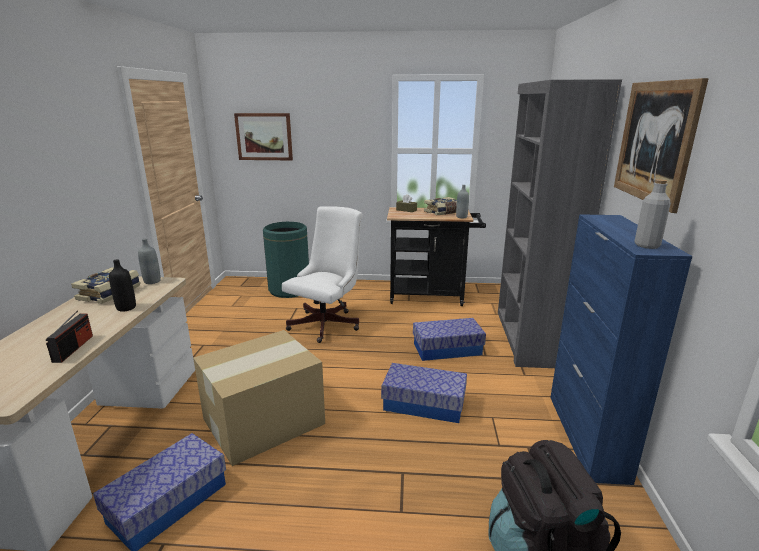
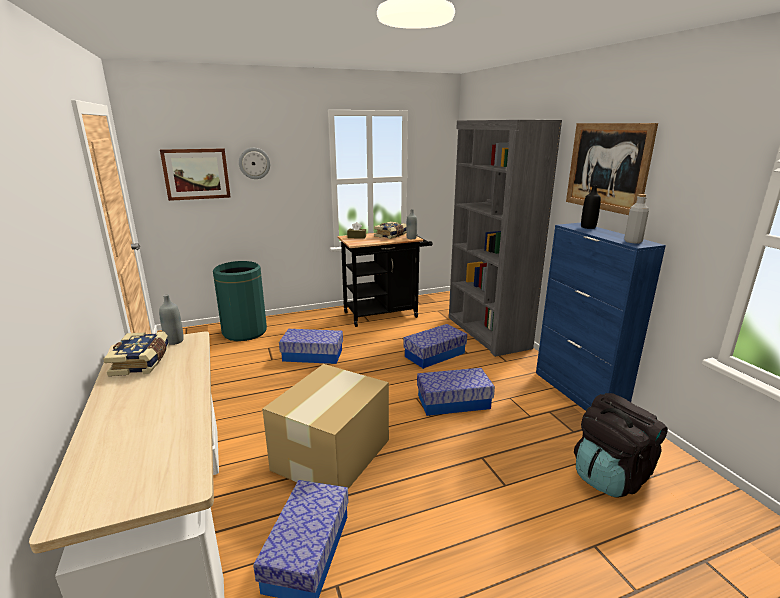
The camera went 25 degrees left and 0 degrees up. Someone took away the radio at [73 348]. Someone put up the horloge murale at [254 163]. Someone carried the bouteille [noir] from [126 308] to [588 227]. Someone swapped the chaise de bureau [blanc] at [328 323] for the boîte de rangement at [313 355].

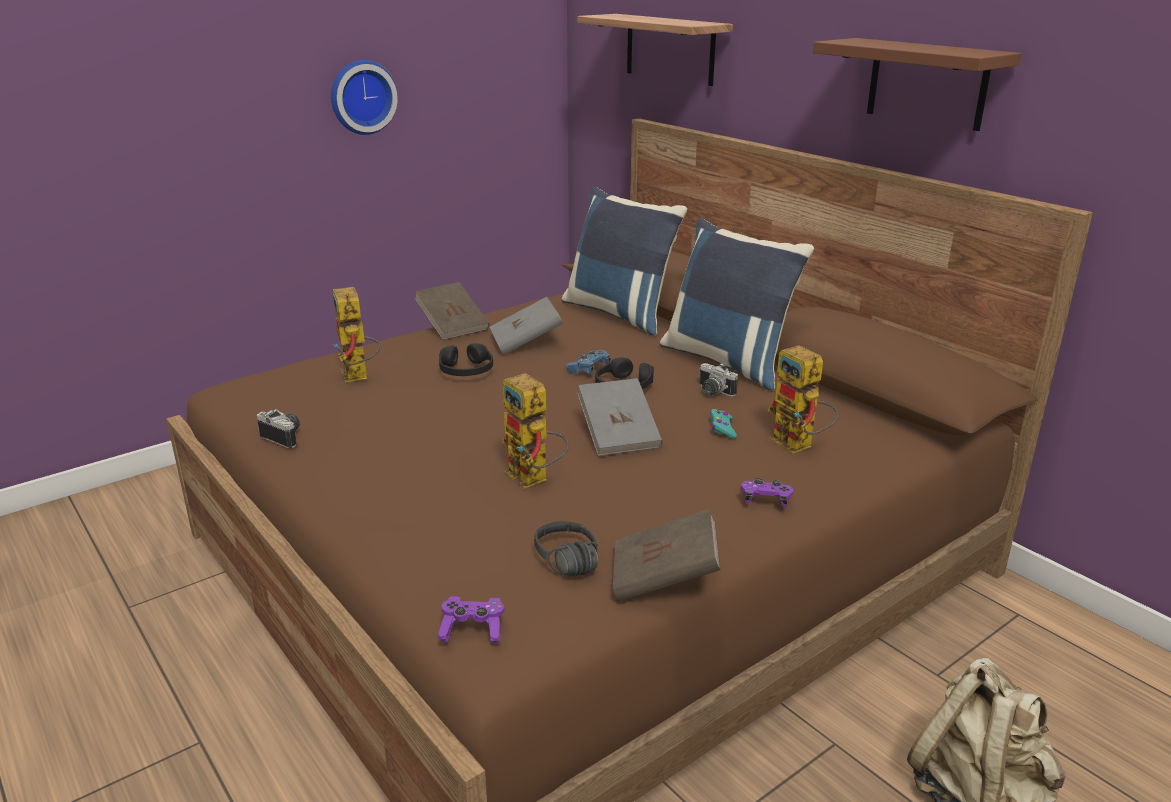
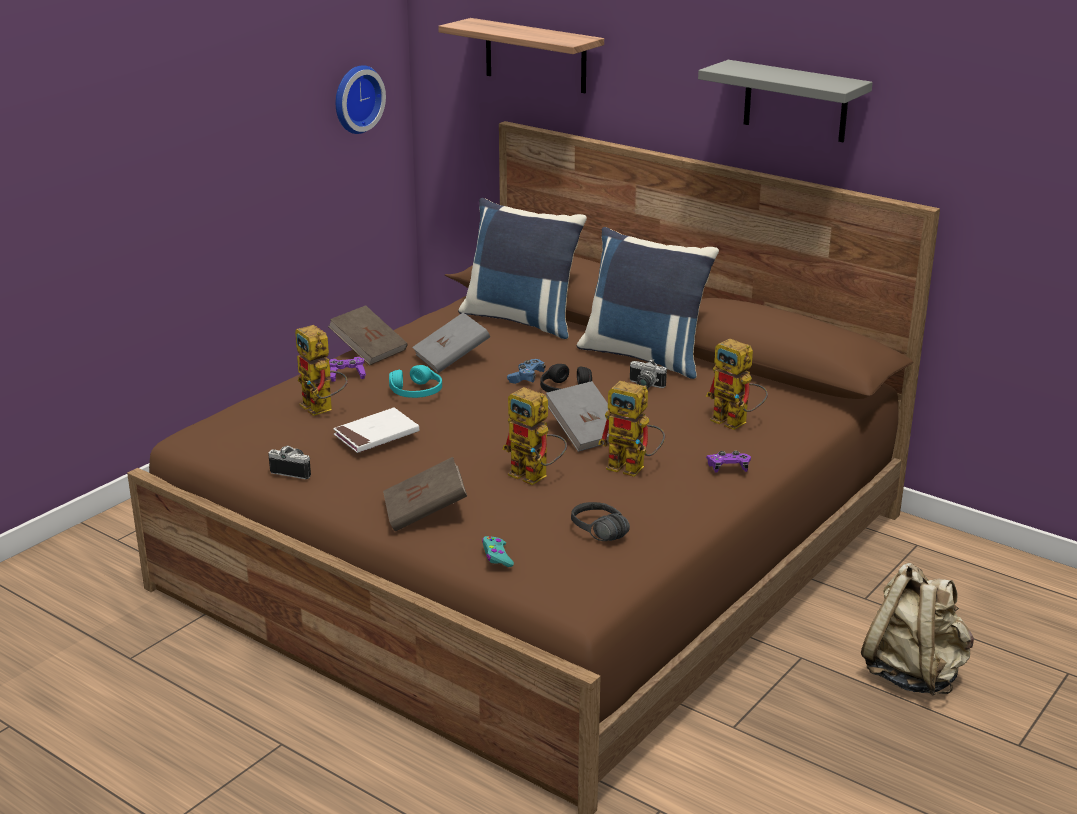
The camera went 15 degrees left and 0 degrees up. Someone put down the livre [blanc] at [376 434]. Someone put down the robot jouet at [634 468]. Someone carried the horloge murale from [361 97] to [355 98]. Someone carried the manette [violet] from [472 630] to [347 375]. Someone carried the livre [marron] from [664 578] to [425 513]. Someone carried the manette [turquoise] from [722 428] to [497 556]. Someone repainted the casque audio [noir] at [466 371], which became the casque audio [turquoise] at [416 392]. Someone repainted the étagère [marron] at [927 83], which became the étagère [gris] at [795 101].

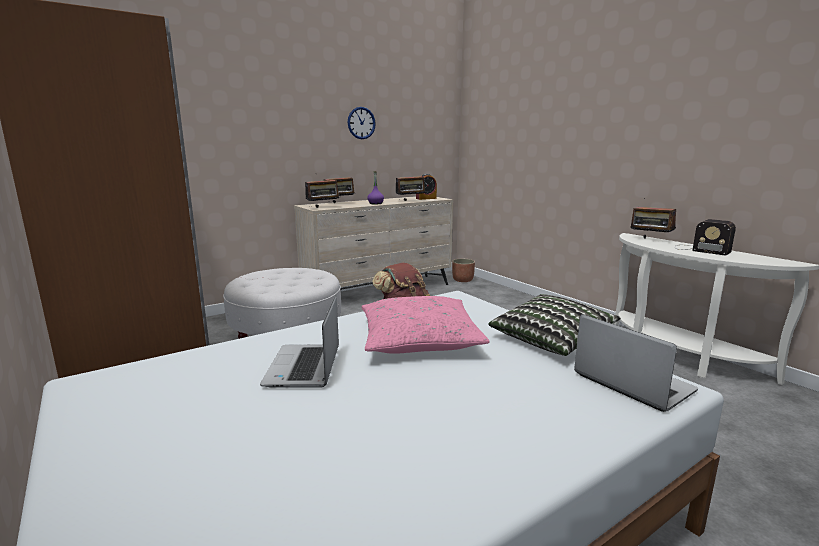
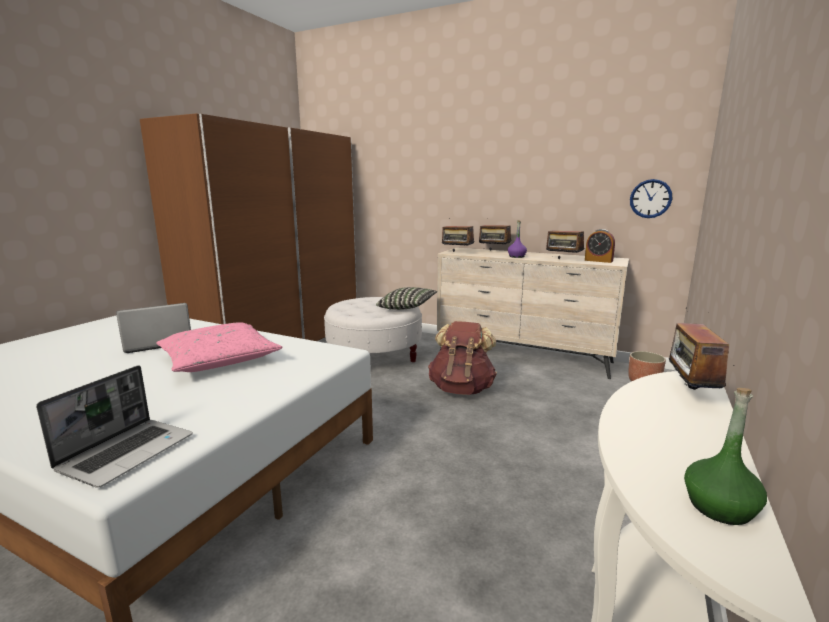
The camera went 60 degrees right and 0 degrees up. Someone took away the radio at [699 249]. Someone put down the bouteille [vert] at [719 507]. Someone carried the horloge murale from [361 123] to [650 198]. Someone carried the coussin from [551 339] to [407 308].

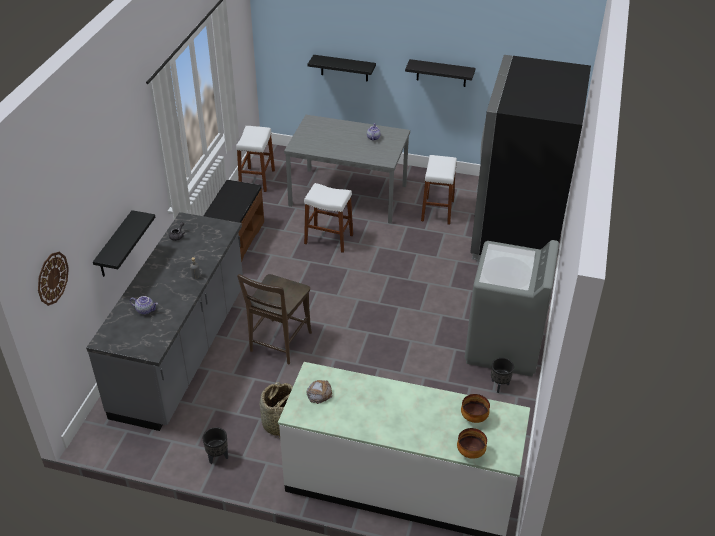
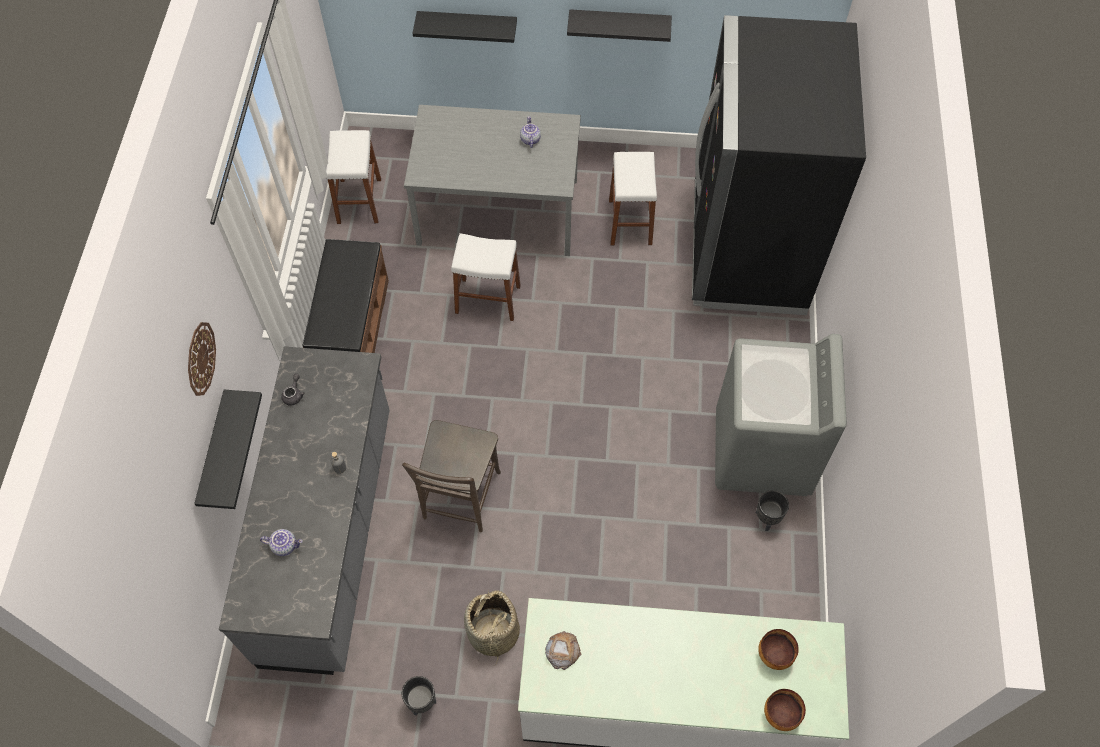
The camera went 10 degrees left and 20 degrees up. Someone carried the horloge murale from [52 278] to [200 358].

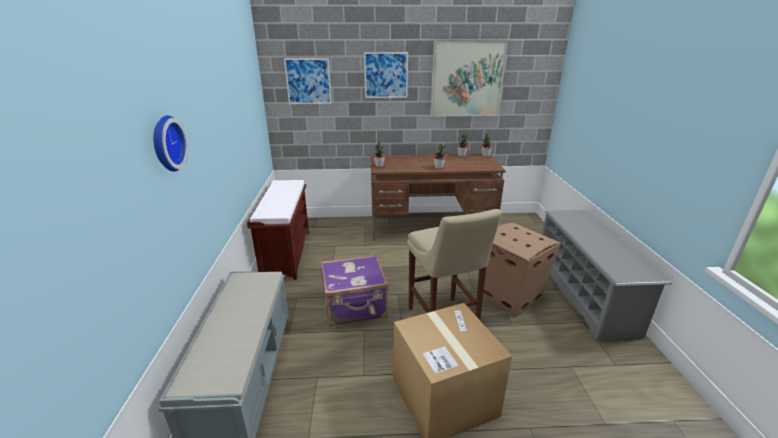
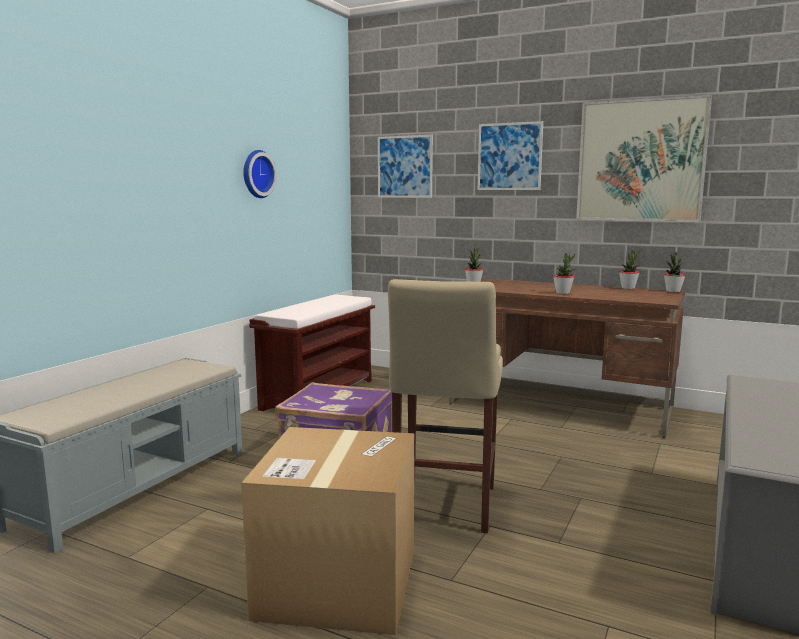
The camera went 30 degrees right and 15 degrees down. Someone took away the carton at [511 297]. Someone carried the horloge murale from [165 143] to [256 174].

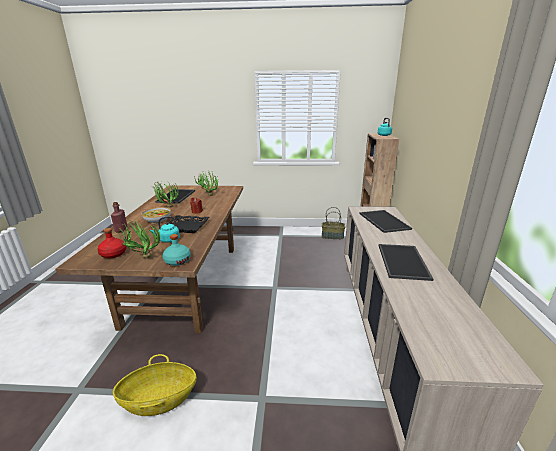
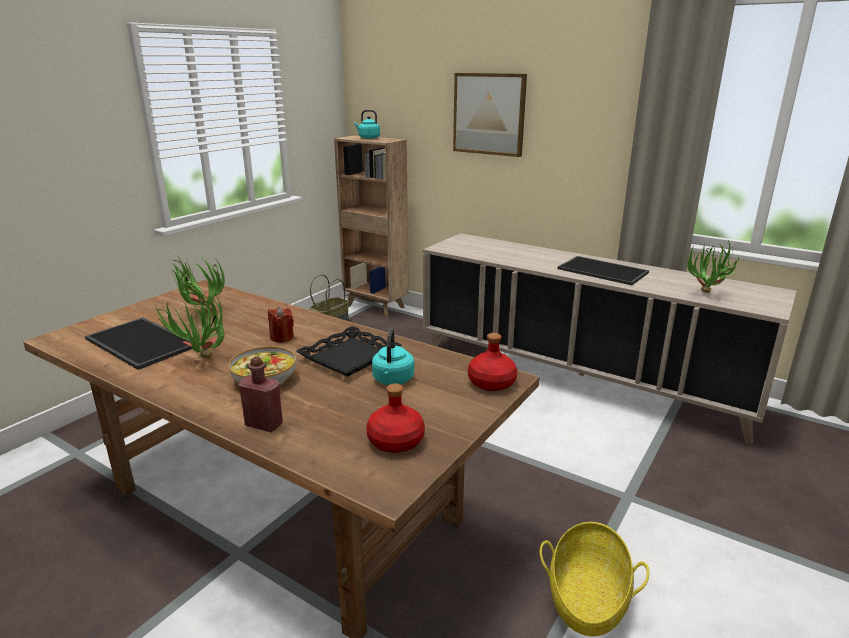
The camera went 60 degrees left and 0 degrees up. Someone took away the plateau at [382 221]. Someone put up the tableau at [489 114]. Someone carried the plante en pot from [142 258] to [706 295]. Someone repainted the bouteille [turquoise] at [177 261], which became the bouteille [rouge] at [491 383].

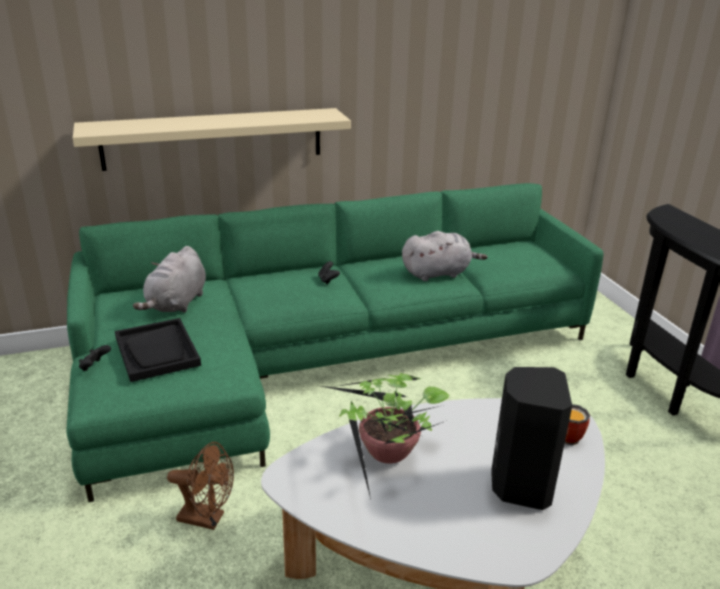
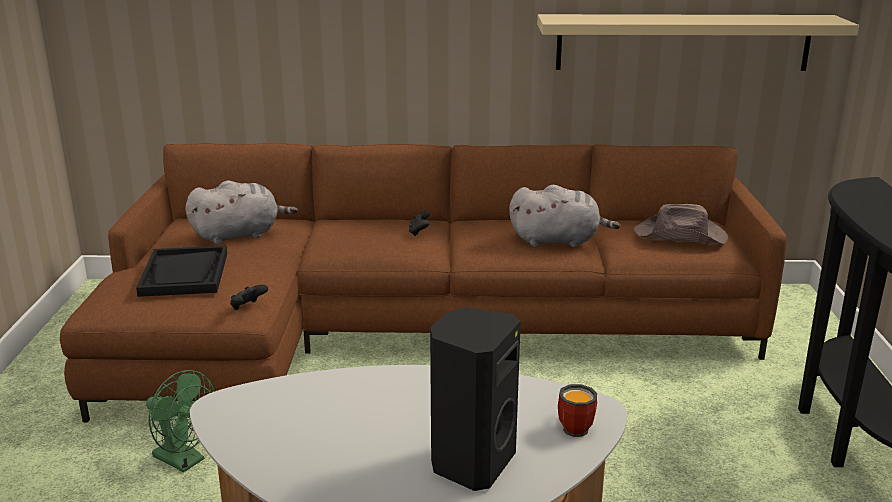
The camera went 20 degrees right and 5 degrees down. Someone took away the plante en pot at [388 457]. Someone put down the chapeau [marron] at [681 236]. Someone carried the étagère [beige] from [213 138] to [683 42]. Someone carried the manette [noir] from [95 367] to [248 307]. Someone repainted the canapé [vert] at [322 359], which became the canapé [marron] at [411 330]. Someone repainted the ventilateur [marron] at [207 518], which became the ventilateur [vert] at [184 461]. Someone rotated the peluche [gris] at [176 304] by 150 degrees counterclockwise.

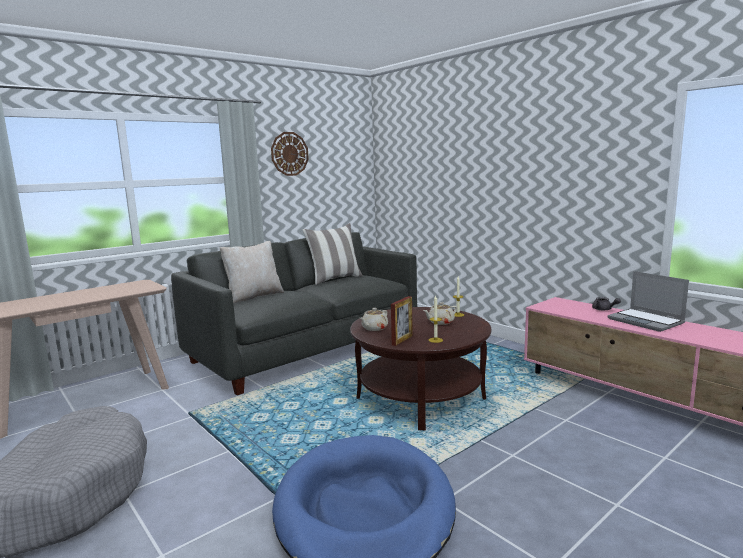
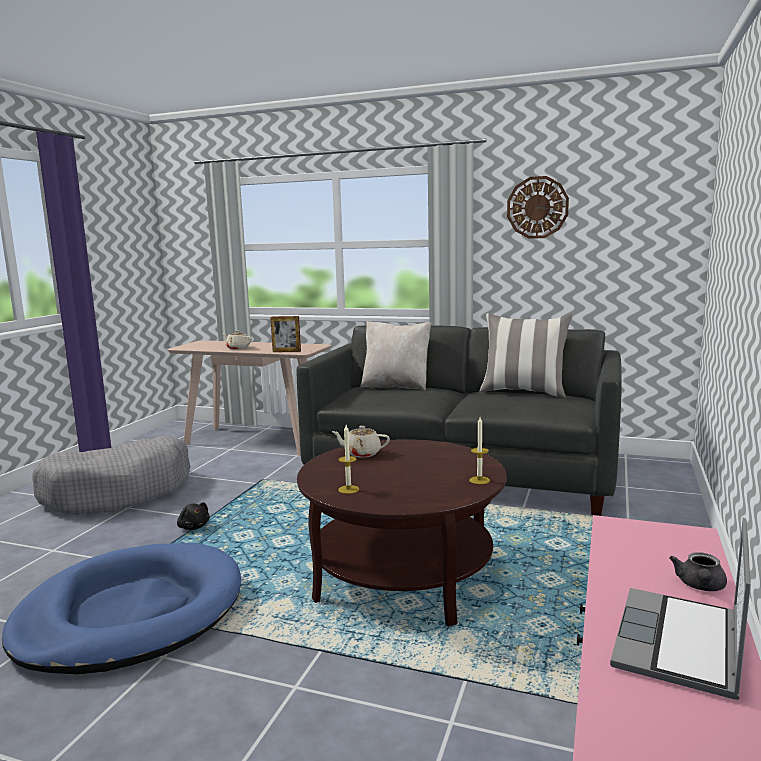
The camera went 60 degrees right and 0 degrees up. Someone put down the peluche [noir] at [193 527]. Someone carried the cadre photo from [402 340] to [286 351]. Someone carried the théière [beige] from [440 322] to [237 348].

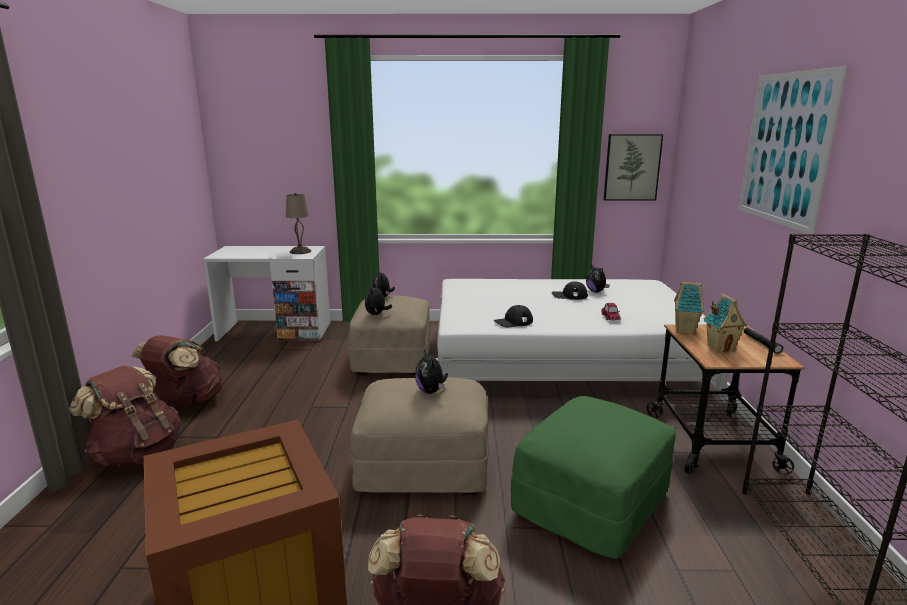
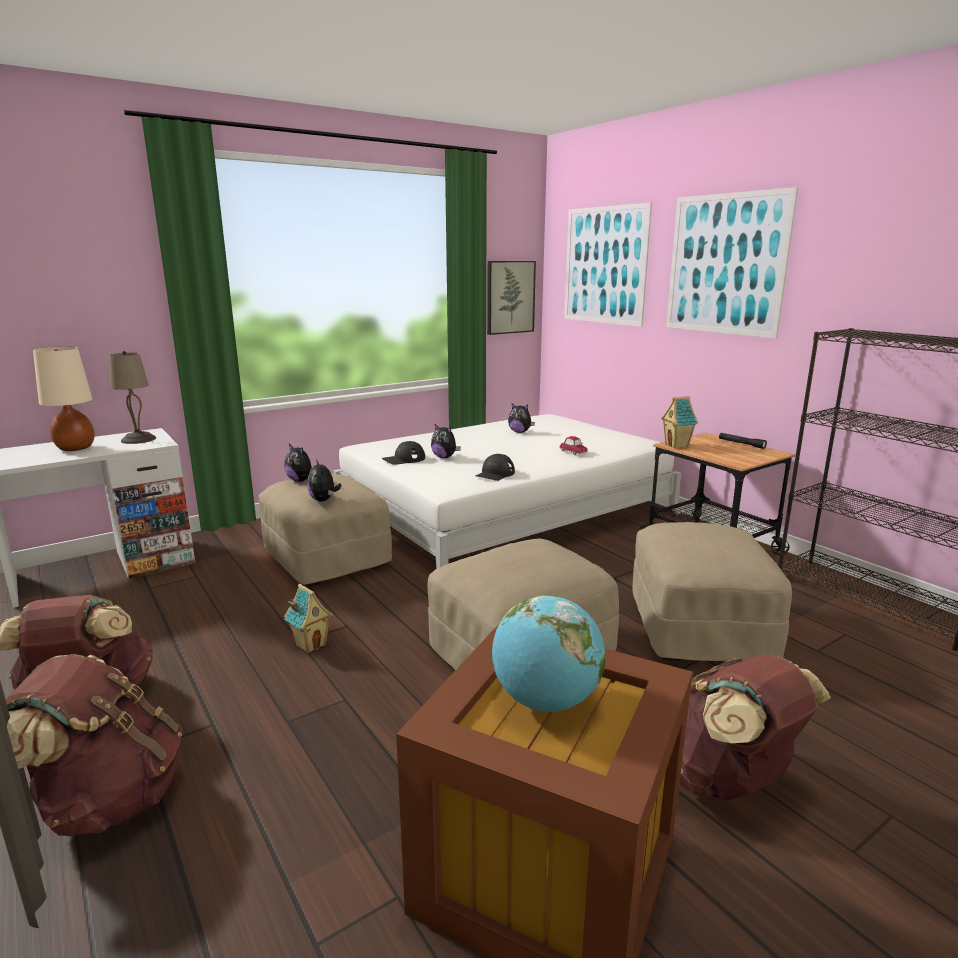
The camera went 35 degrees left and 0 degrees up. Someone put down the lampe de table [beige] at [76 448]. Someone put down the globe at [546 701]. Someone put up the tableau at [604 265]. Someone carried the peluche from [431 391] to [444 457]. Someone carried the casquette [noir] from [569 295] to [404 459]. Someone carried the maison miniature from [720 348] to [311 644]. Someone repainted the pouf [vert] at [591 504], which became the pouf [beige] at [700 628].

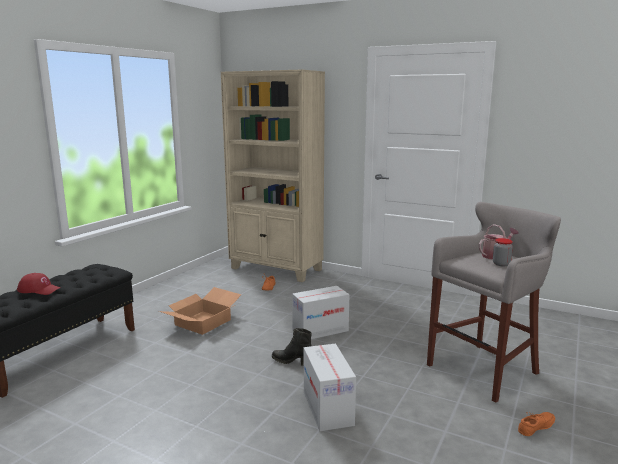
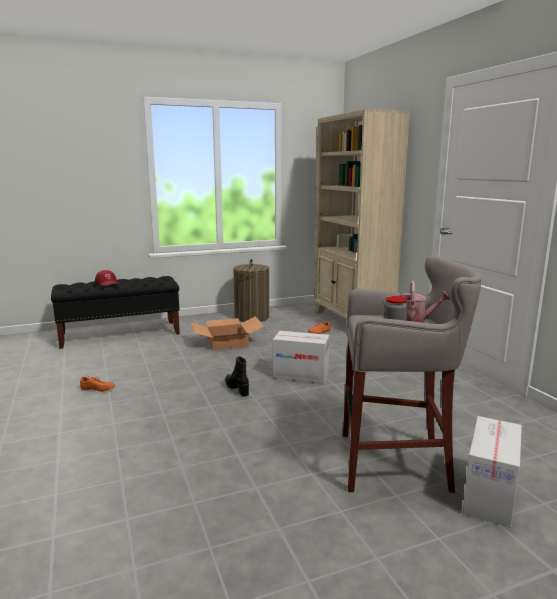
The camera went 40 degrees right and 0 degrees up. Someone put down the panier à linge at [252 317]. Someone carried the carton from [327 408] to [489 495]. Someone carried the chaussure [orange] from [537 428] to [97 389].

